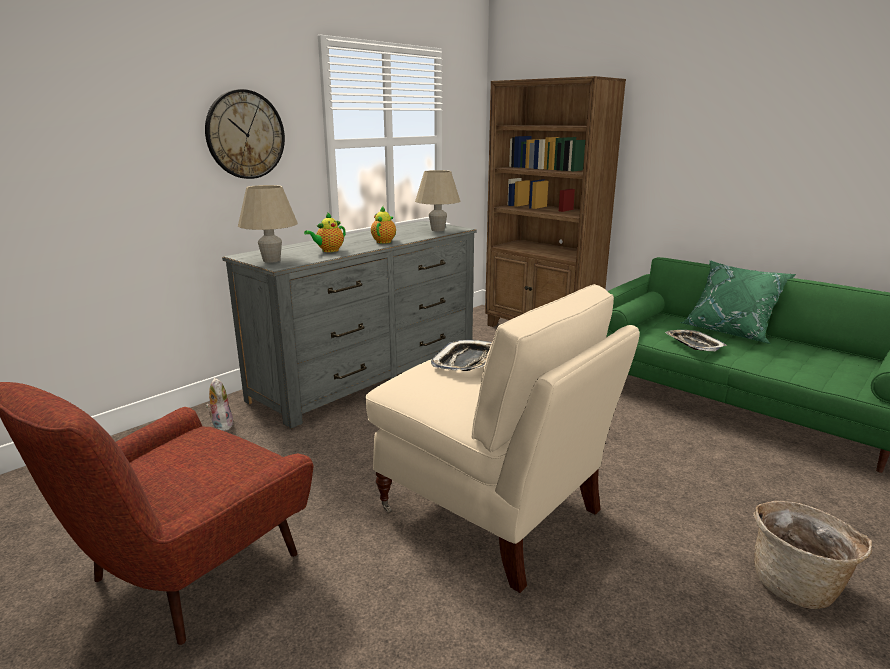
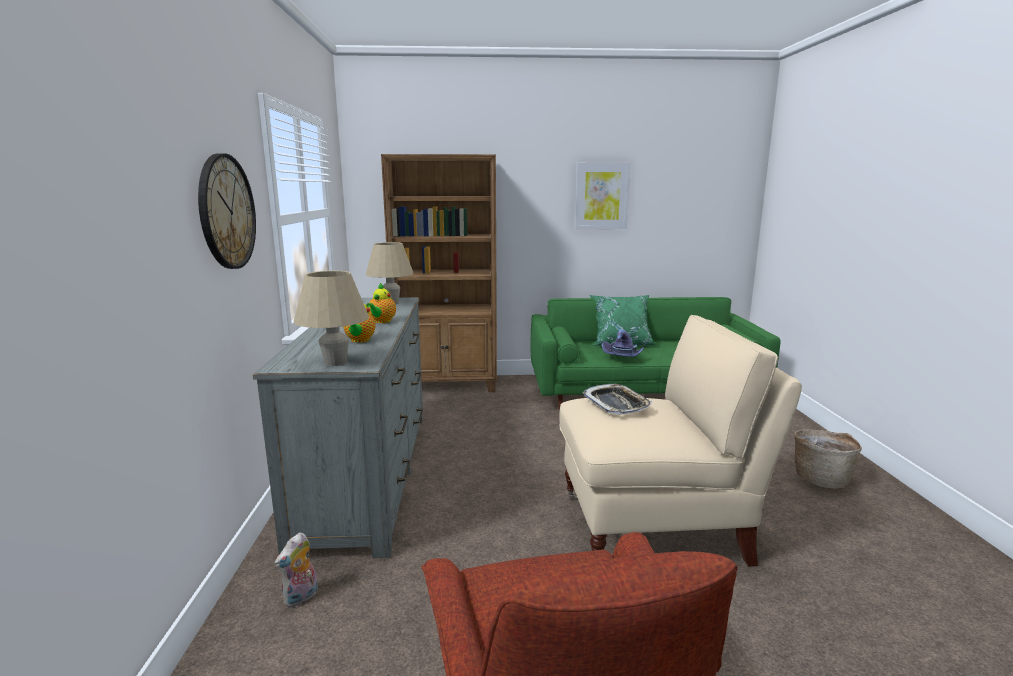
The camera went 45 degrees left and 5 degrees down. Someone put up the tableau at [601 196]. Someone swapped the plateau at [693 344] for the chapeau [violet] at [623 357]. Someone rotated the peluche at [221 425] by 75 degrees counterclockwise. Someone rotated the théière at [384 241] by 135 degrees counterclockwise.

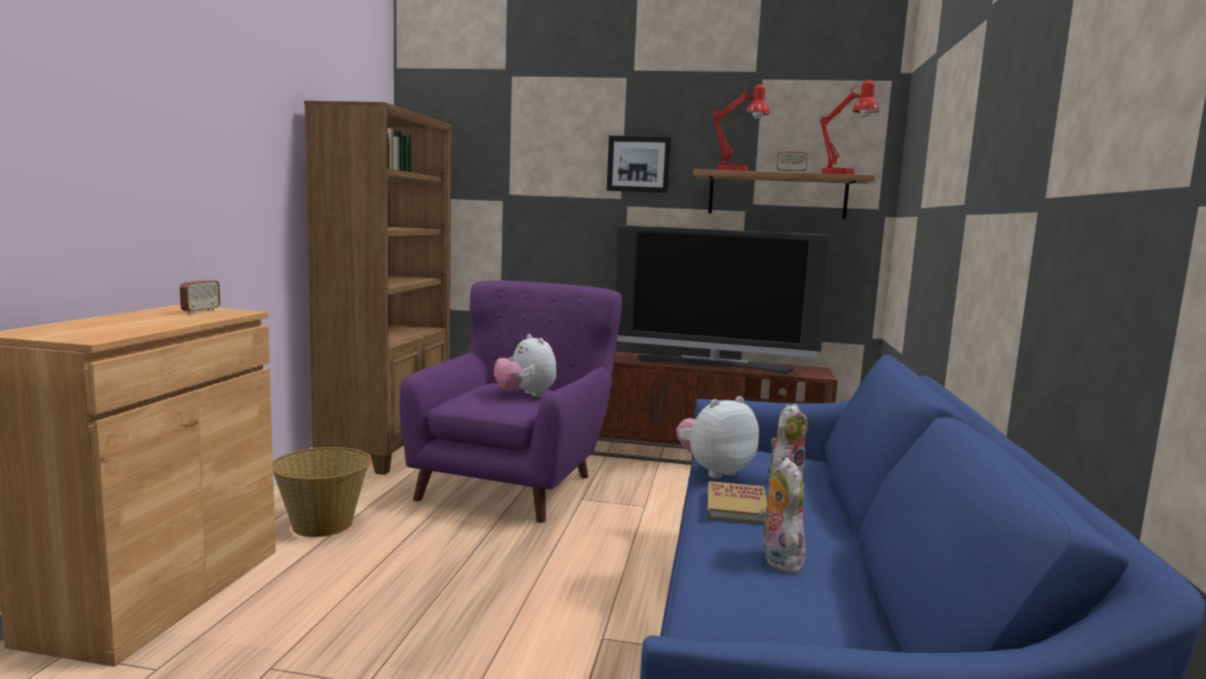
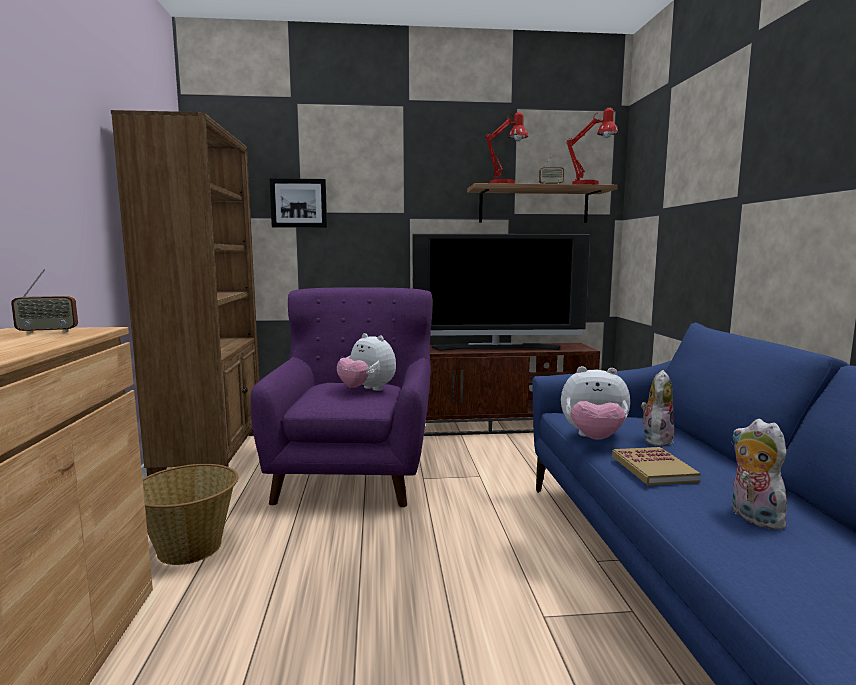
The camera went 15 degrees left and 0 degrees up. Someone carried the tableau from [638 164] to [299 203]. Someone rotated the radio at [200 312] by 75 degrees clockwise. Someone rotated the peluche at [714 471] by 120 degrees counterclockwise.

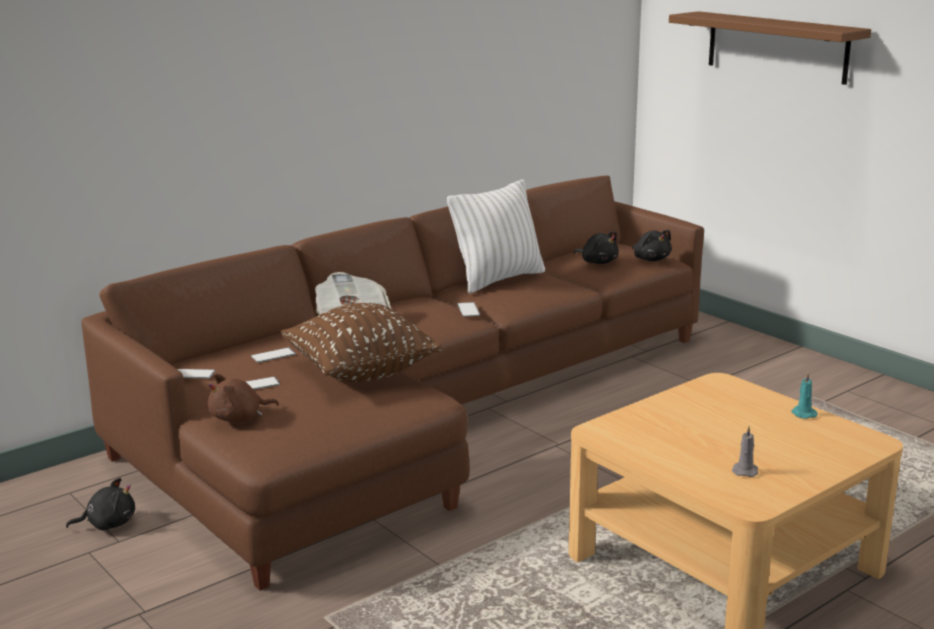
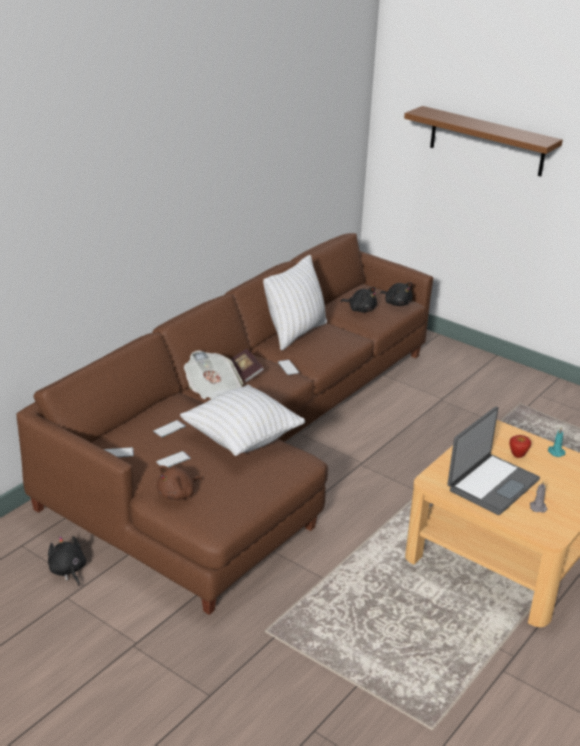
The camera went 15 degrees left and 10 degrees up. Someone put down the livre at [245 372]. Someone put down the ordinateur portable at [491 484]. Someone put down the pomme at [517 456]. Someone repainted the coussin [marron] at [361 372], which became the coussin [blanc] at [242 439]. Someone rotated the peluche [noir] at [108 524] by 90 degrees counterclockwise.

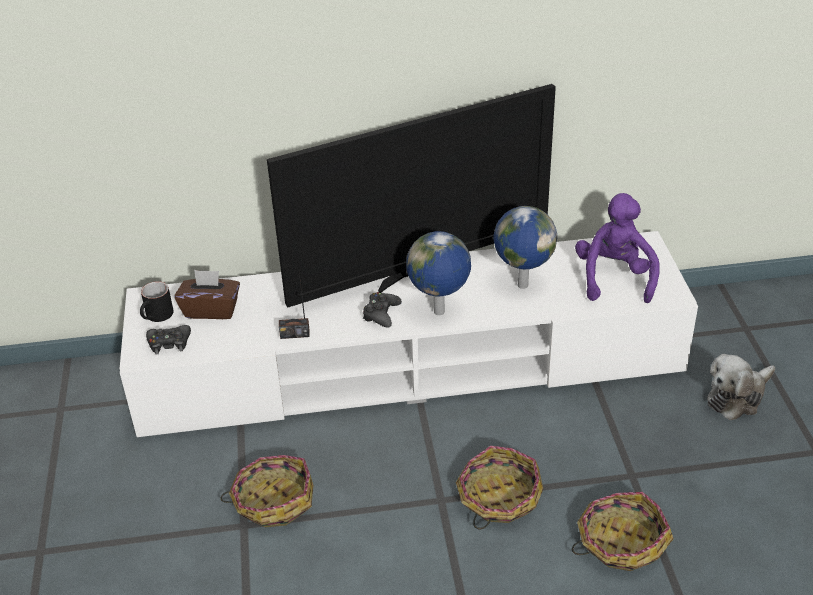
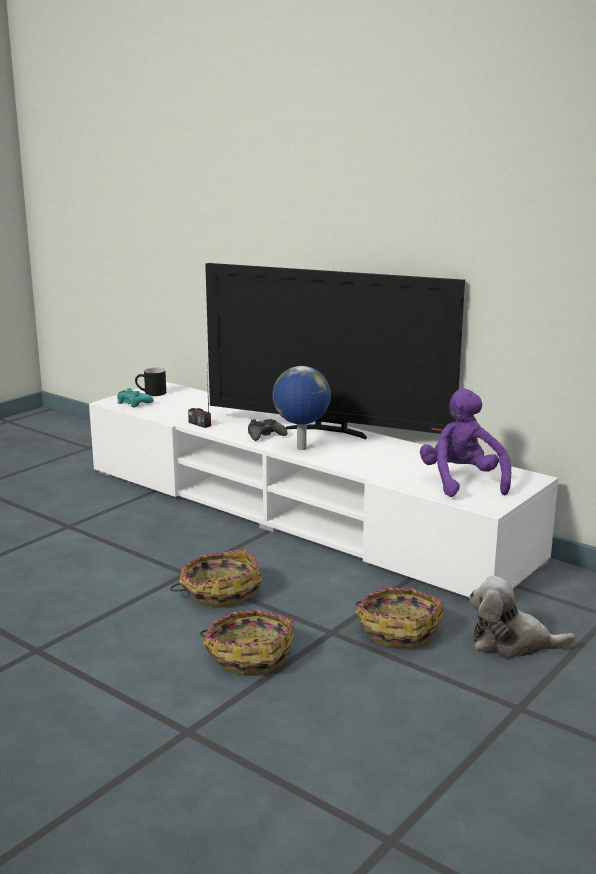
The camera went 45 degrees right and 20 degrees down. Someone took away the boîte à mouchoirs [marron] at [211 309]. Someone took away the globe at [521 285]. Someone carried the panier from [273 501] to [398 629]. Someone repainted the manette [noir] at [169 343], which became the manette [turquoise] at [133 403]. Someone rotated the peluche [violet] at [614 278] by 60 degrees counterclockwise.

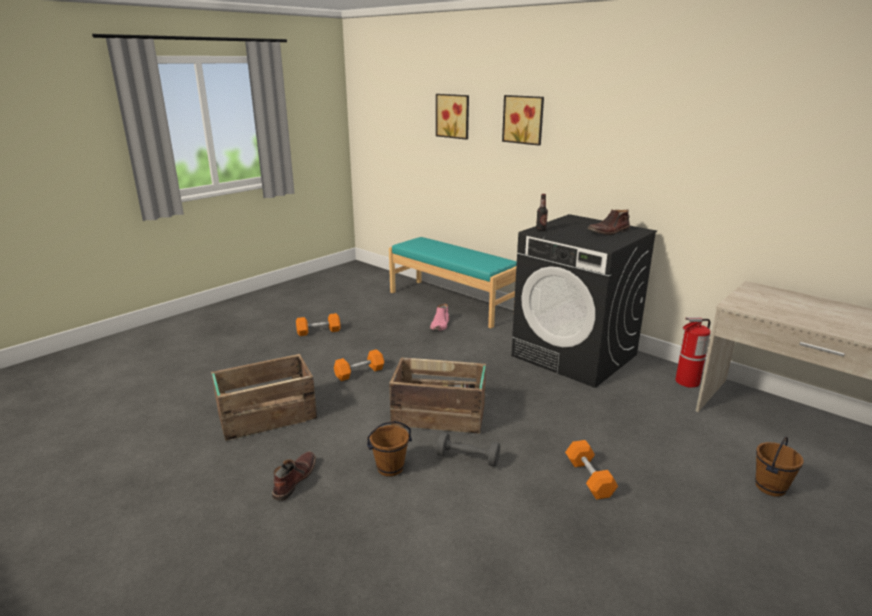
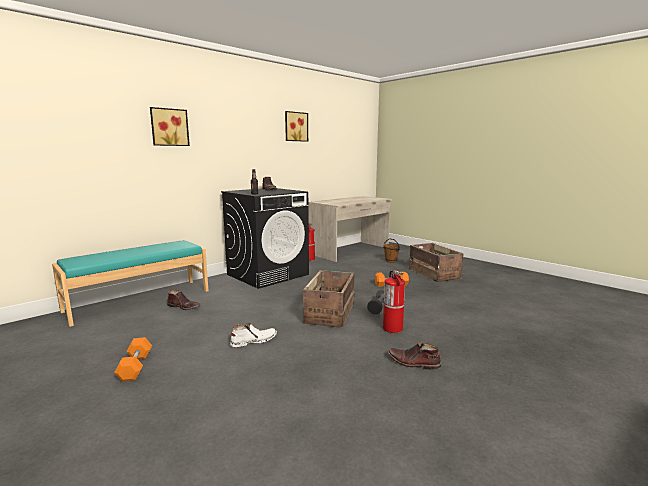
The camera went 85 degrees left and 10 degrees down. Someone carried the caisse from [265 416] to [434 274]. Someone carried the tableau from [453 116] to [295 126]. Someone swapped the haltère [orange] at [359 372] for the botte [blanc] at [253 341]. Someone swapped the seau [marron] at [390 468] for the extincteur at [392 329]. Someone repainted the botte [rose] at [440 325], which became the botte [marron] at [184 307].

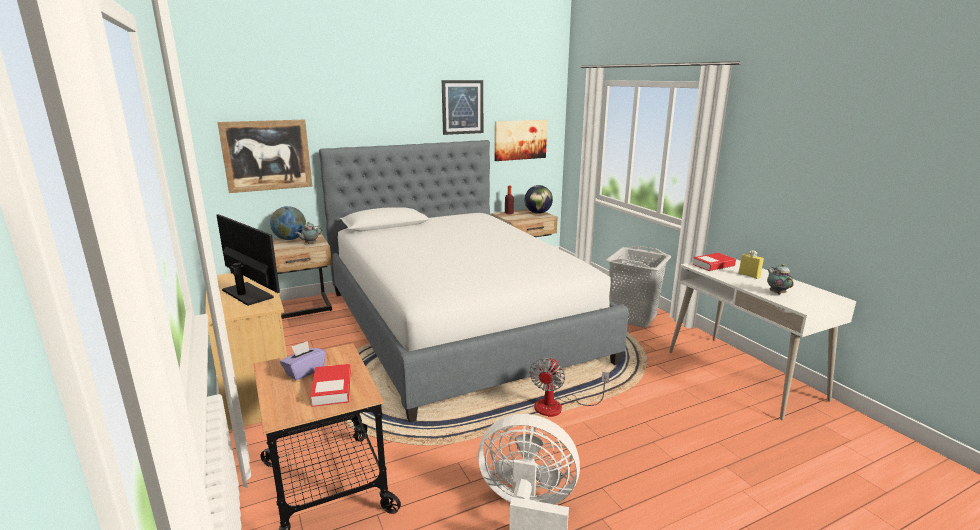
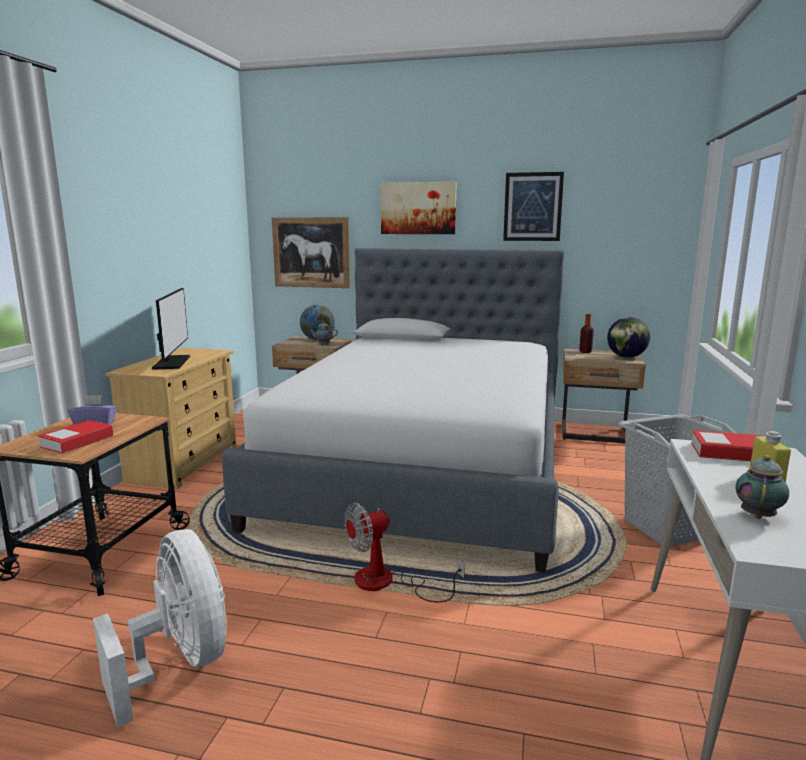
The camera went 40 degrees right and 5 degrees down. Someone carried the tableau from [520 139] to [418 208].

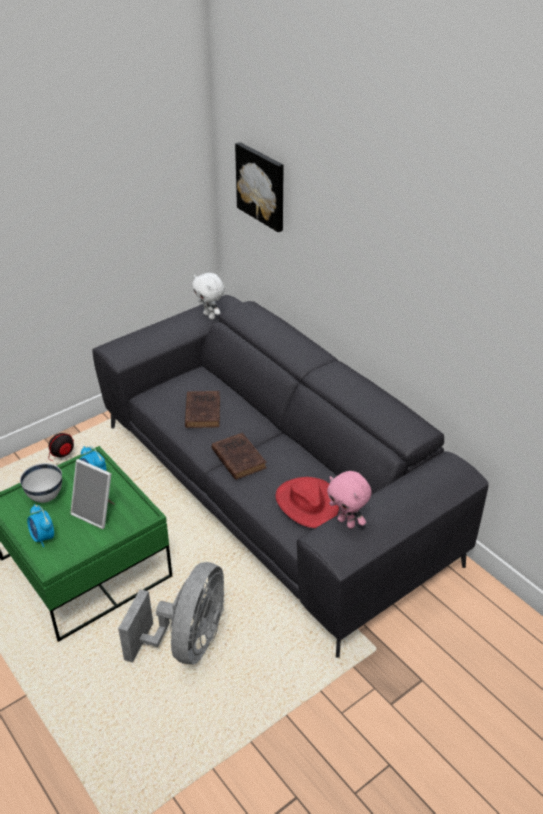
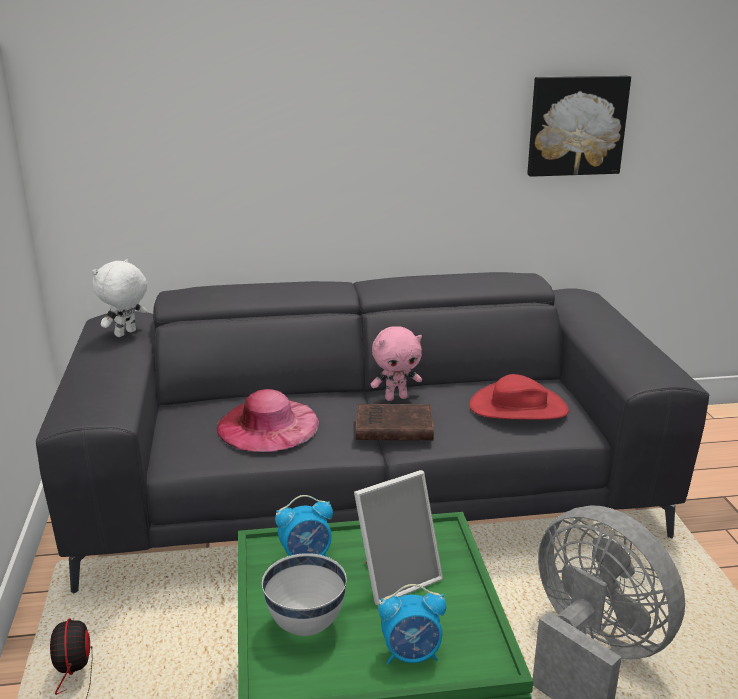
The camera went 60 degrees left and 15 degrees down. Someone carried the tableau from [262 186] to [576 125]. Someone carried the peluche [rose] from [347 522] to [396 397]. Someone swapped the livre [marron] at [203 411] for the chapeau [rose] at [268 425]. Someone rotated the peluche [blanc] at [210 316] by 135 degrees clockwise.

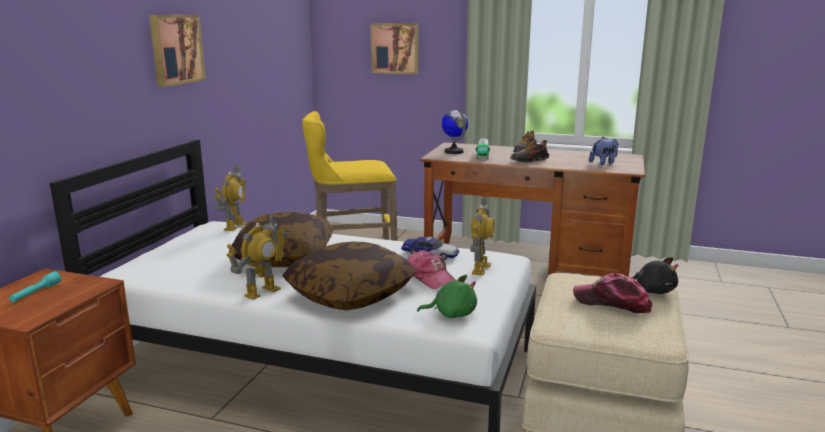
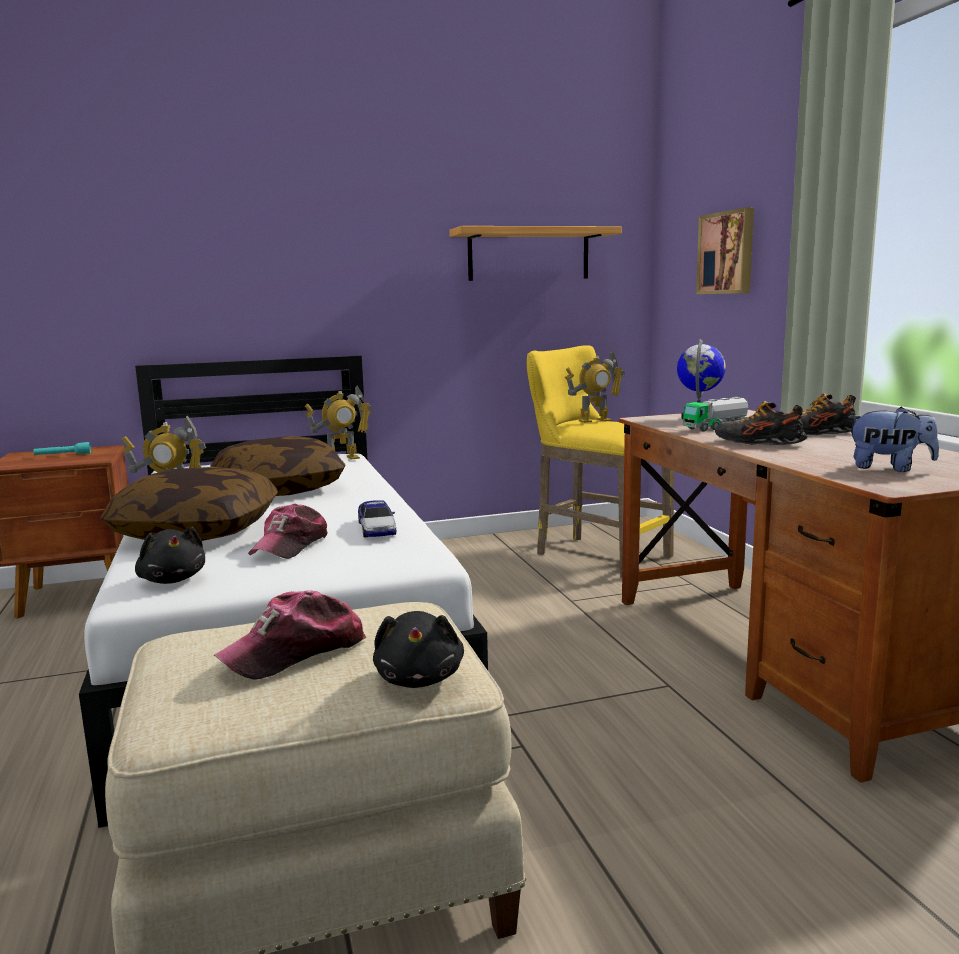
The camera went 55 degrees right and 5 degrees down. Someone took away the tableau at [175 49]. Someone put up the étagère at [529 254]. Someone carried the robot jouet from [480 268] to [595 420]. Someone repainted the peluche [vert] at [452 314], which became the peluche [noir] at [173 579]. Someone rotated the casquette at [612 302] by 120 degrees counterclockwise.

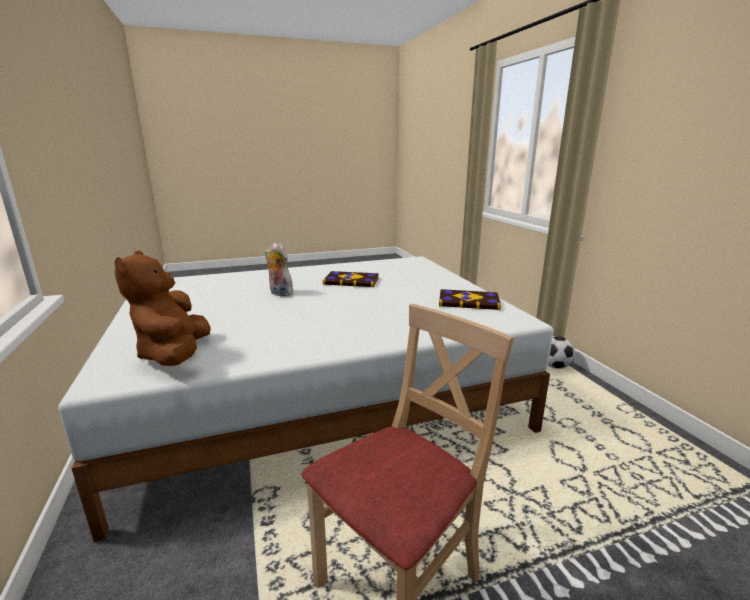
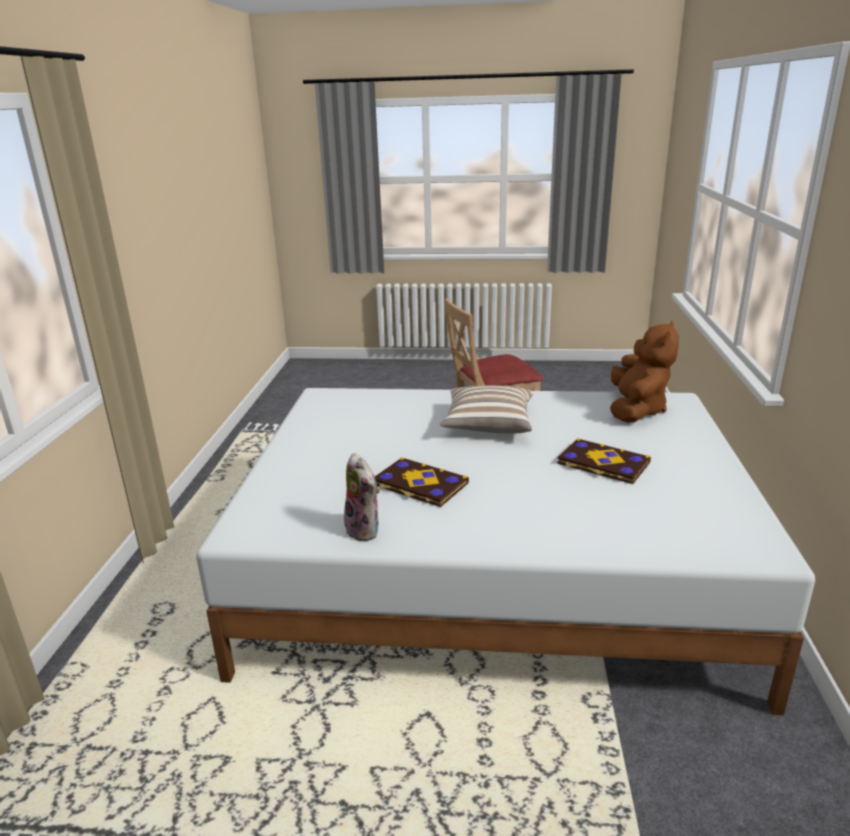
The camera went 155 degrees left and 5 degrees up. Someone took away the ballon de foot at [554 366]. Someone put down the coussin at [488 425]. Someone carried the peluche from [279 293] to [365 530]. Someone carried the livre from [468 301] to [602 463].

